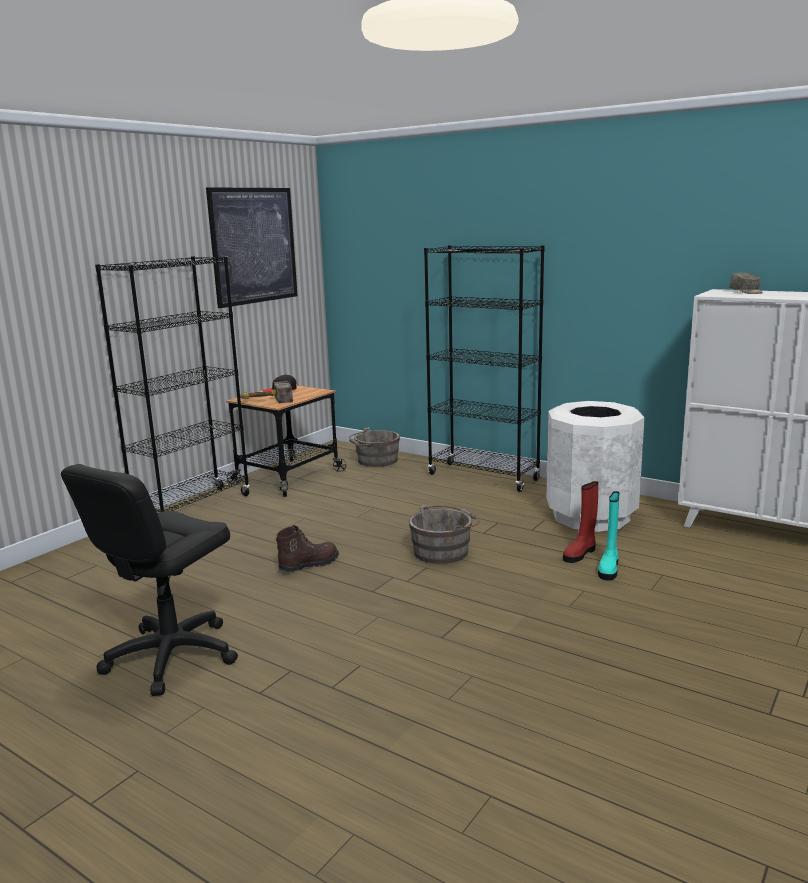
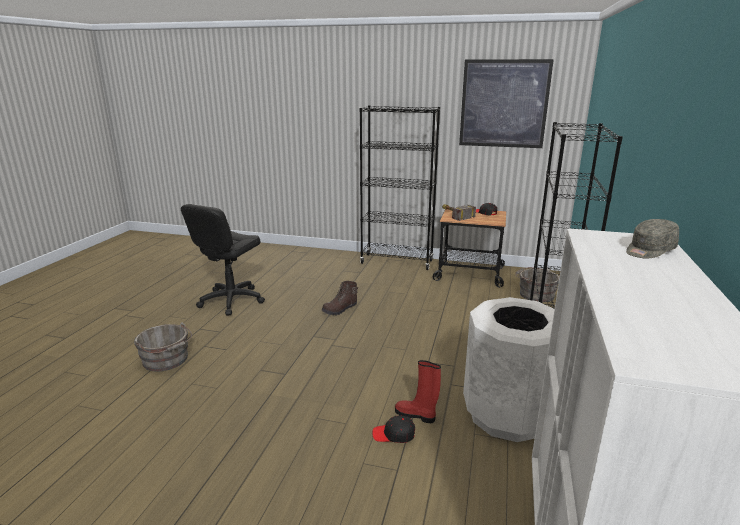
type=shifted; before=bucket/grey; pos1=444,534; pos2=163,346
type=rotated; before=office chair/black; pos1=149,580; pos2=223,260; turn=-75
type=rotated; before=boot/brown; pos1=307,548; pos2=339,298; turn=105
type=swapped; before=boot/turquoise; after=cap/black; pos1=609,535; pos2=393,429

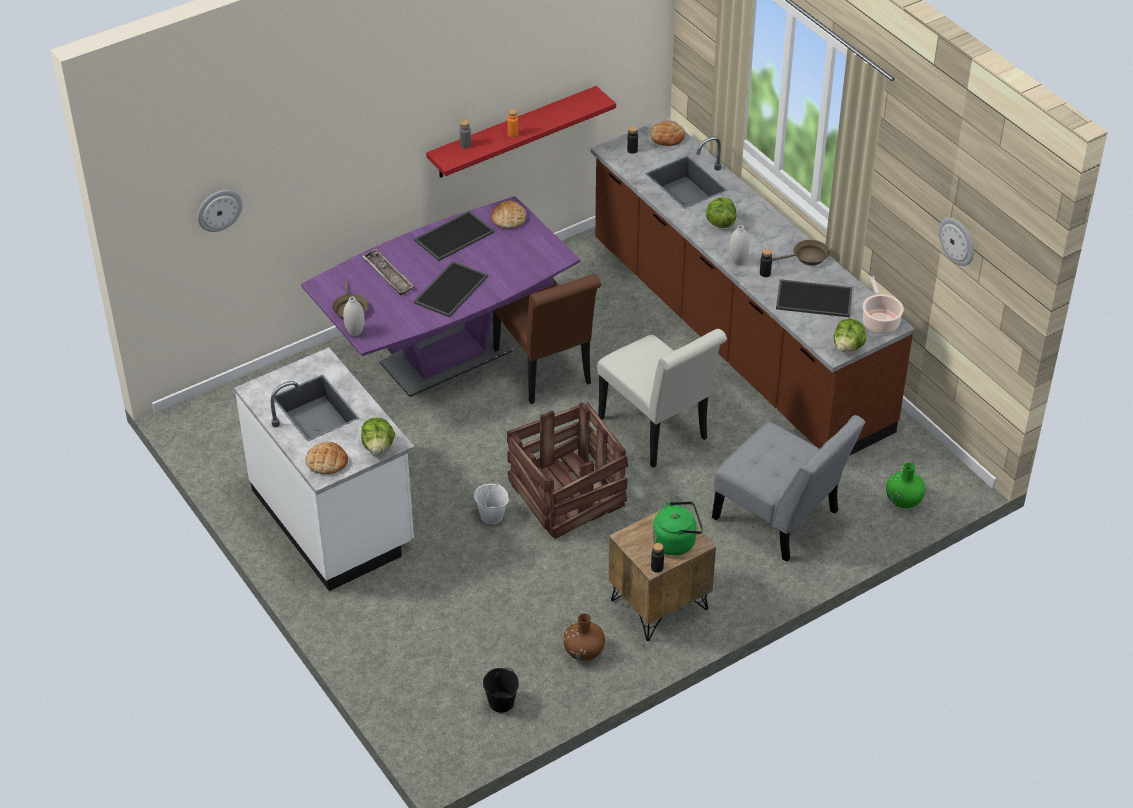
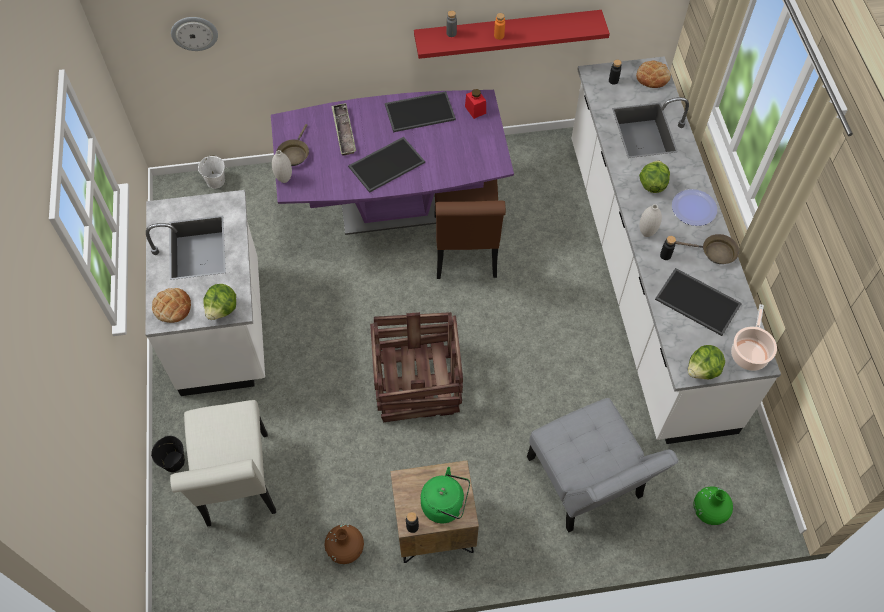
type=shifted; before=bucket/black; pos1=501,690; pos2=168,454
type=shifted; before=chair/white; pos1=662,398; pos2=223,463
type=shifted; before=bucket/white; pos1=491,502; pos2=211,172
type=swapped; before=bread; after=jar/red; pos1=508,215; pos2=475,104
type=repainted; before=counter/brown; after=counter/white; pos1=753,286; pos2=676,250
type=new; after=plate; pos2=694,207
type=gone; before=wall clock; pos1=956,242

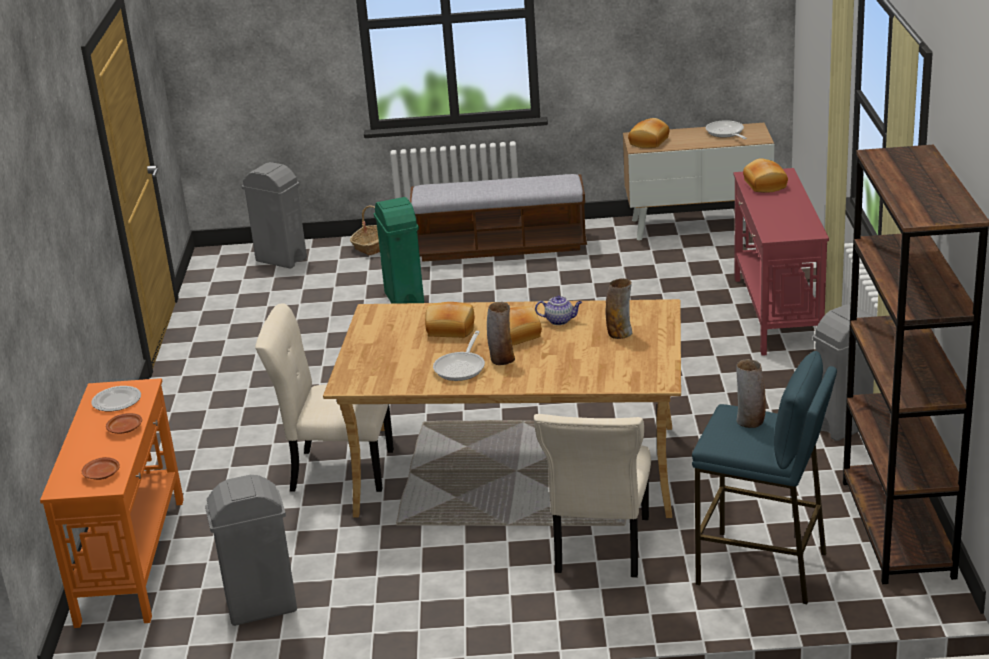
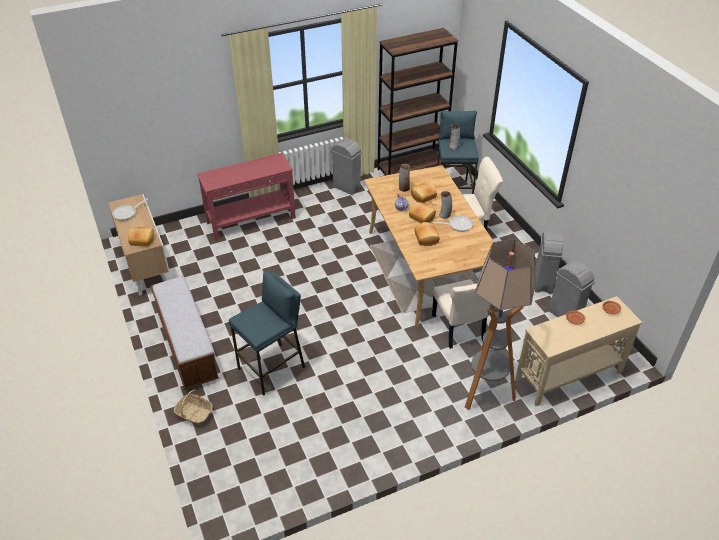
type=swapped; before=trash can/green; after=stool/blue; pos1=399,250; pos2=267,333
type=shifted; before=bread; pos1=765,175; pos2=424,192
type=new; after=floor lamp; pos2=500,324
type=repainted; before=console table/orange; after=console table/beige; pos1=112,503; pos2=579,351
type=shifted; before=trash can/grey; pos1=274,215; pos2=549,263
type=gone; before=plate; pos1=116,398

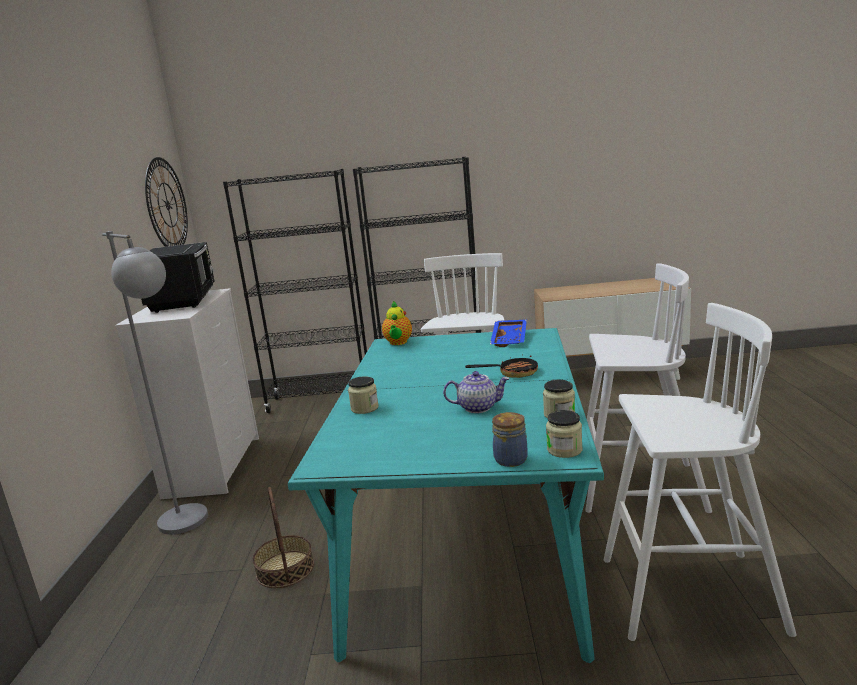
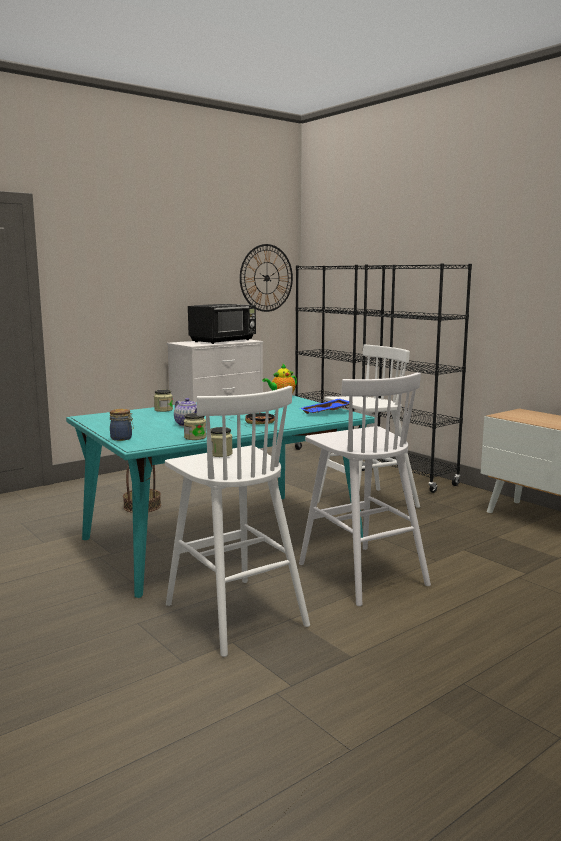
type=shifted; before=jar; pos1=564,434; pos2=222,442
type=gone; before=floor lamp/grey; pos1=155,383

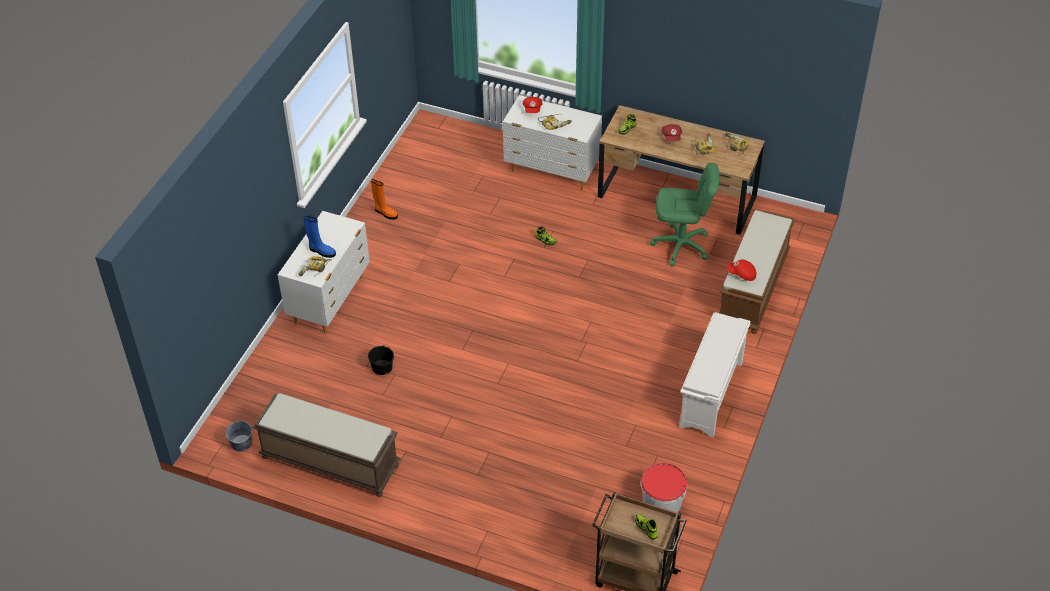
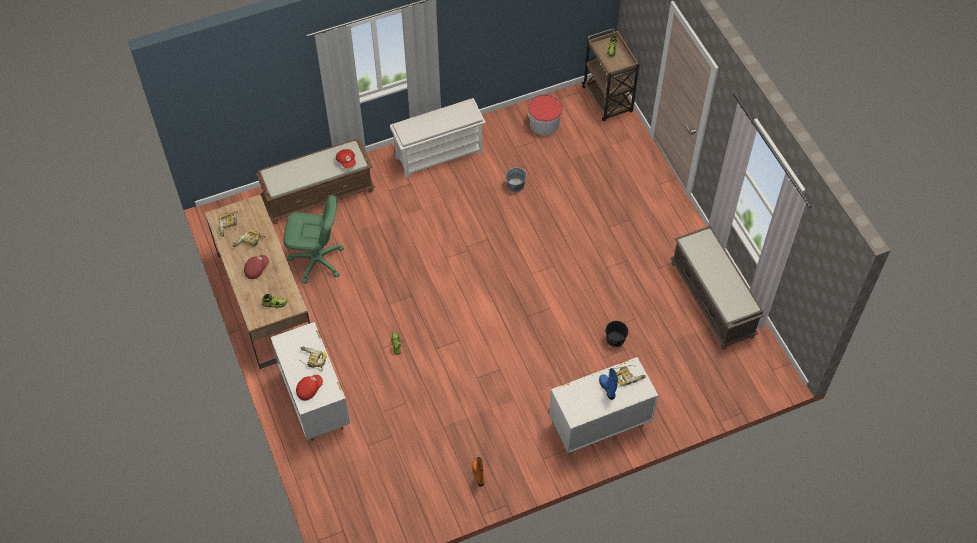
type=rotated; before=office chair/green; pos1=685,214; pos2=313,239; turn=135
type=shifted; before=bucket/grey; pos1=239,436; pos2=516,179

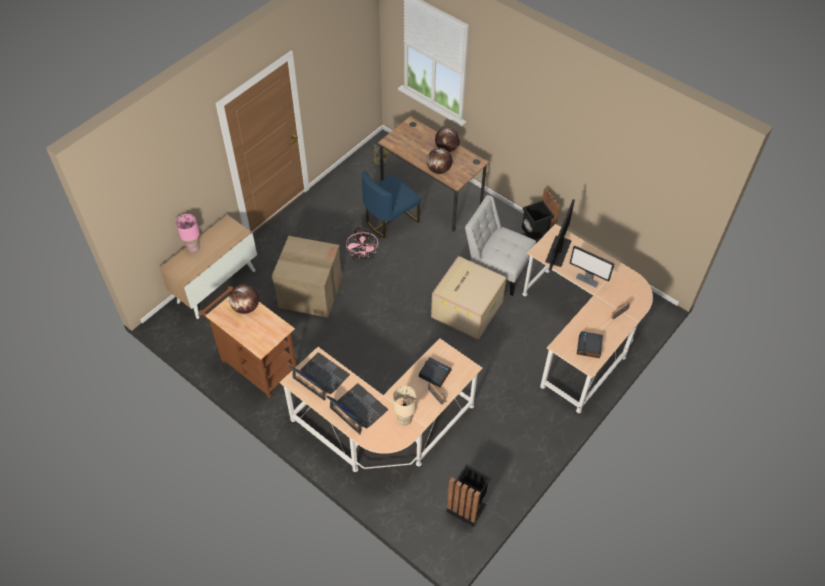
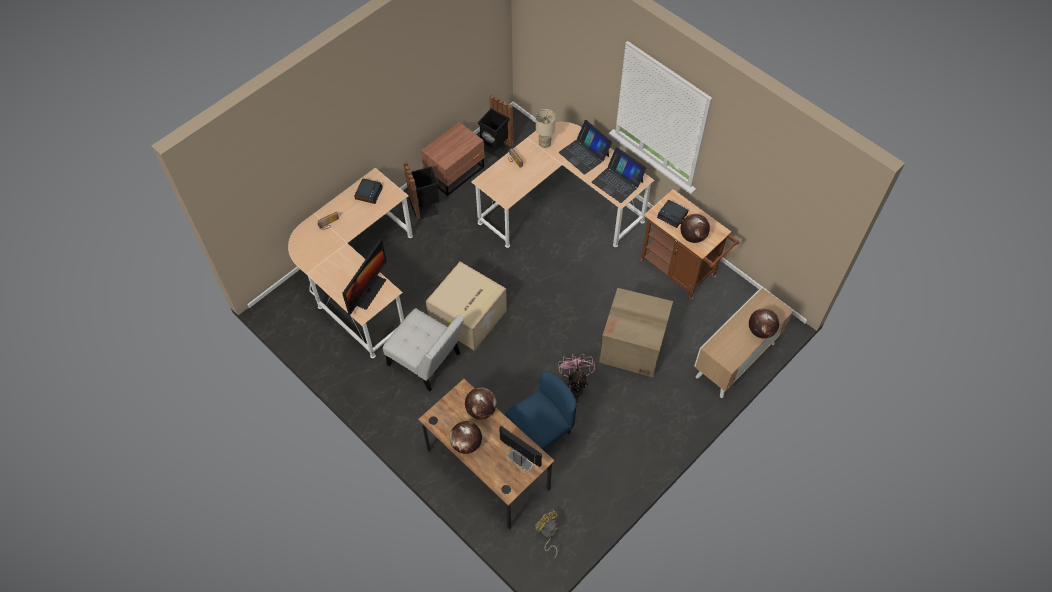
type=shifted; before=trash can/black; pos1=541,215; pos2=421,190
type=new; after=nightstand/brown; pos2=453,159
type=shifted; before=monitor; pos1=591,266; pos2=520,448
type=shifted; before=alarm clock; pos1=435,372; pos2=672,214
type=swapped; before=table lamp/pink; after=globe; pos1=188,233; pos2=764,323

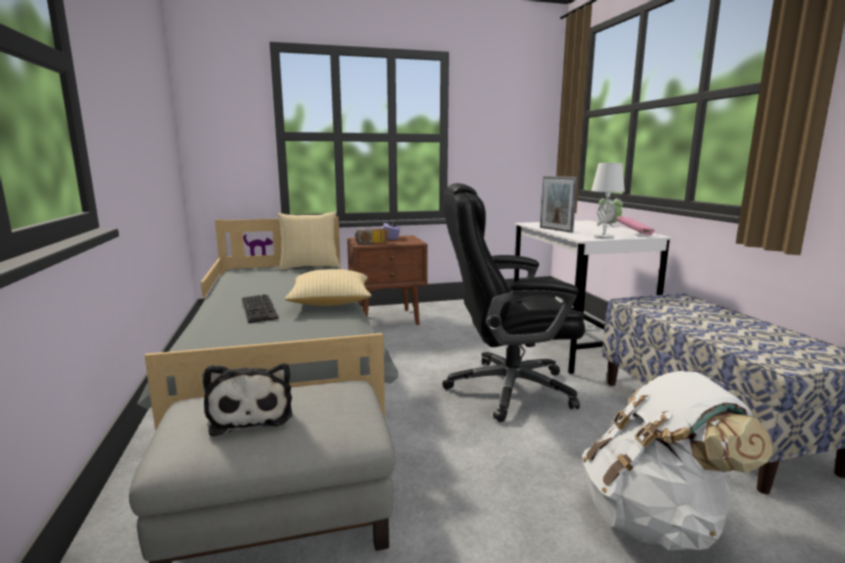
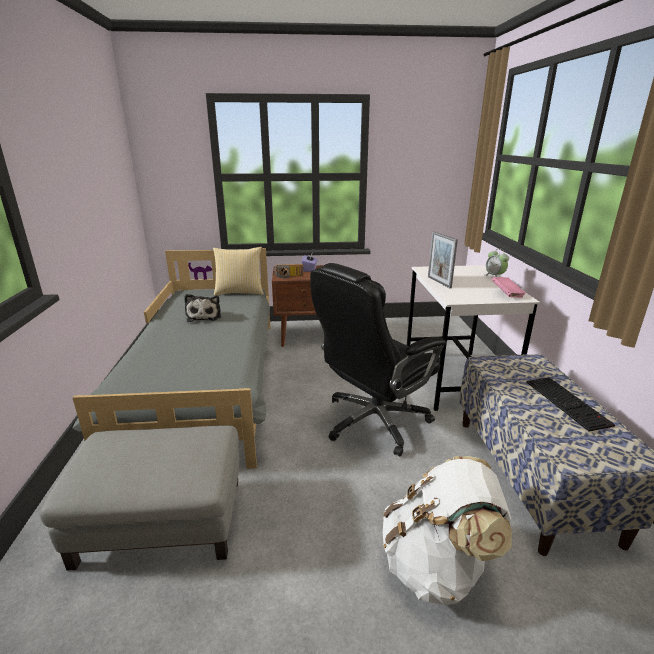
type=shifted; before=plush toy; pos1=248,399; pos2=202,308
type=rotated; before=office chair/black; pos1=513,302; pos2=378,359; turn=-45
type=shifted; before=keyboard; pos1=260,308; pos2=570,404
type=gone; before=pillow; pos1=328,287
type=gone; before=table lamp/white; pos1=608,201

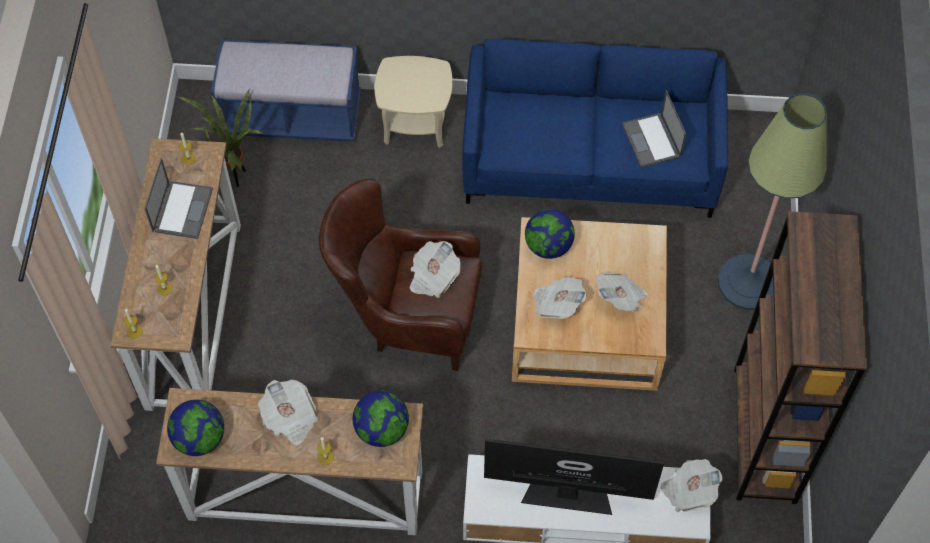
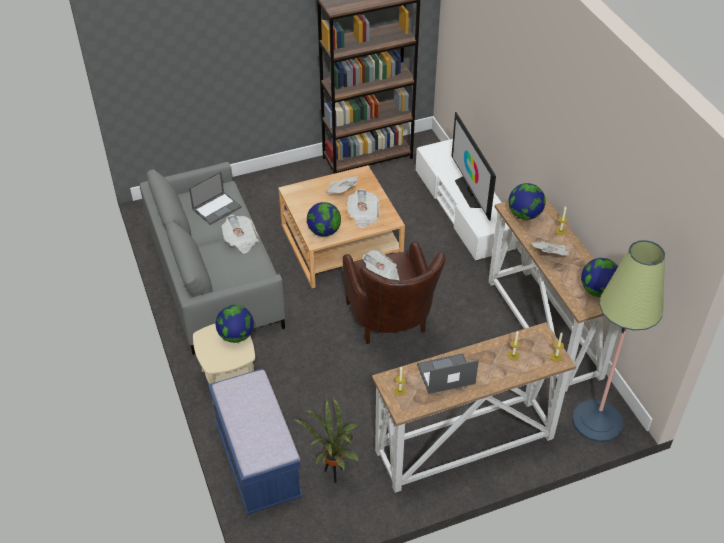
type=repainted; before=sofa/blue; after=sofa/grey; pos1=595,128; pos2=212,258
type=new; after=globe; pos2=235,324
type=shifted; before=newspaper; pos1=692,485; pos2=240,233
type=shifted; before=floor lamp; pos1=772,201; pos2=618,341

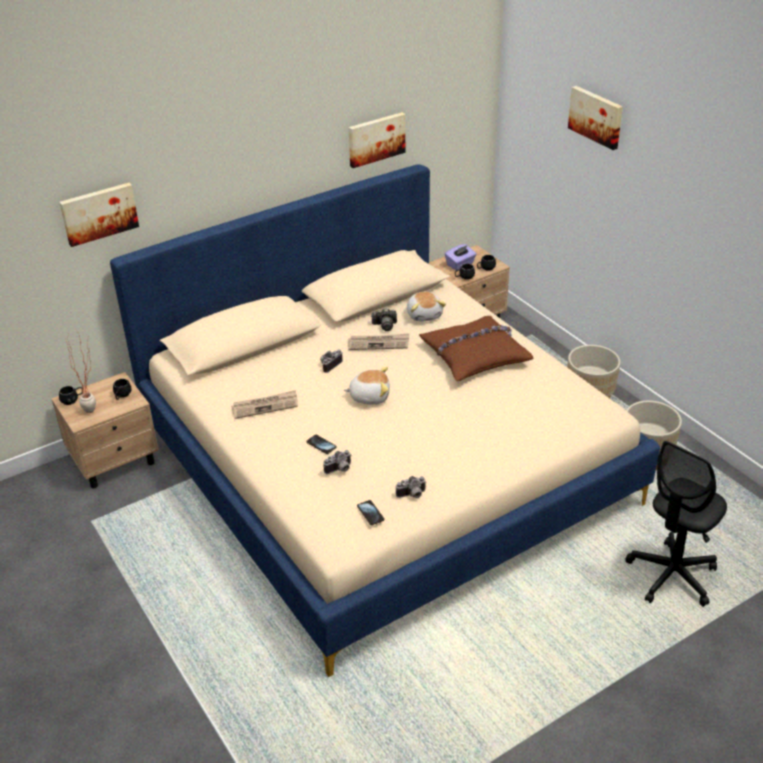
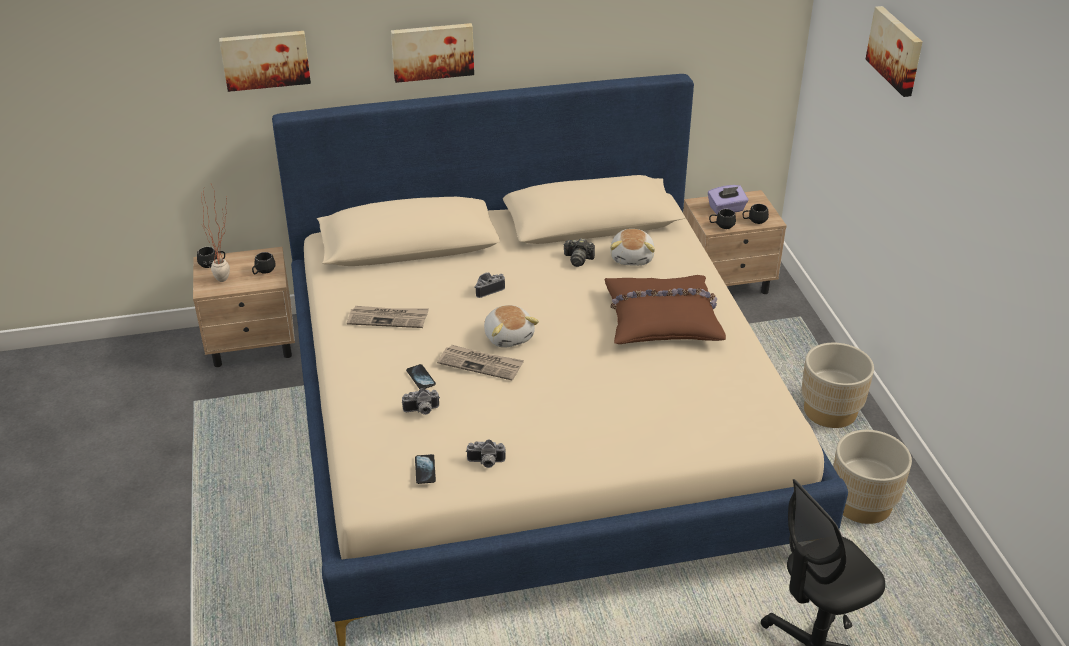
type=shifted; before=picture; pos1=377,140; pos2=432,53
type=shifted; before=newspaper; pos1=378,341; pos2=480,362
type=rotated; before=plush toy; pos1=367,386; pos2=511,326; turn=45

